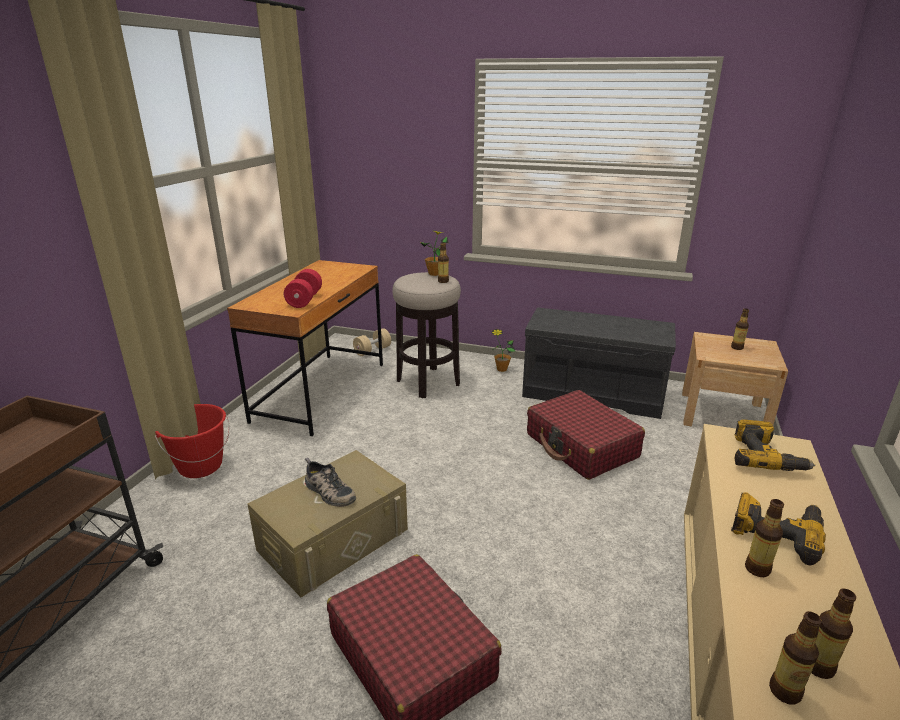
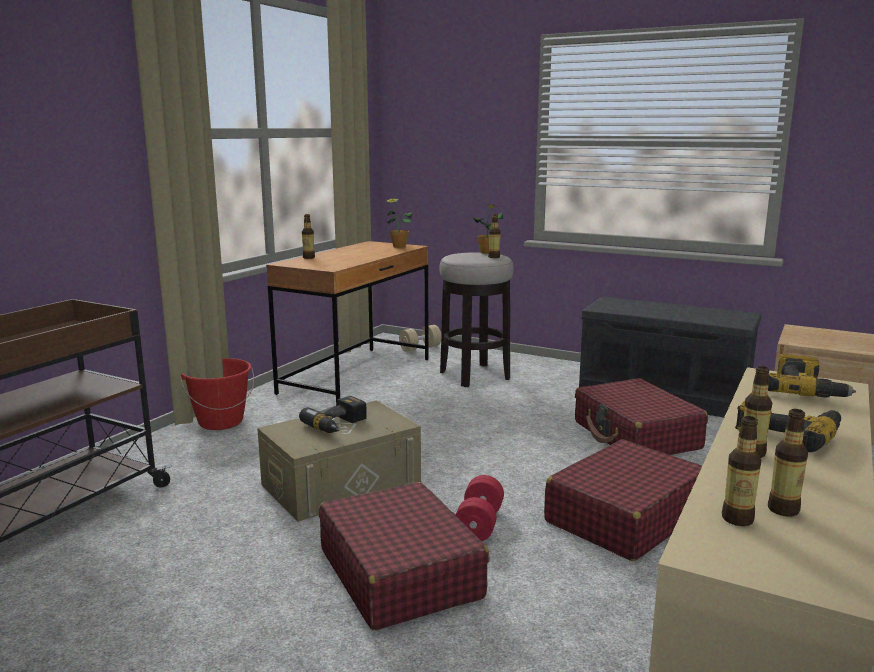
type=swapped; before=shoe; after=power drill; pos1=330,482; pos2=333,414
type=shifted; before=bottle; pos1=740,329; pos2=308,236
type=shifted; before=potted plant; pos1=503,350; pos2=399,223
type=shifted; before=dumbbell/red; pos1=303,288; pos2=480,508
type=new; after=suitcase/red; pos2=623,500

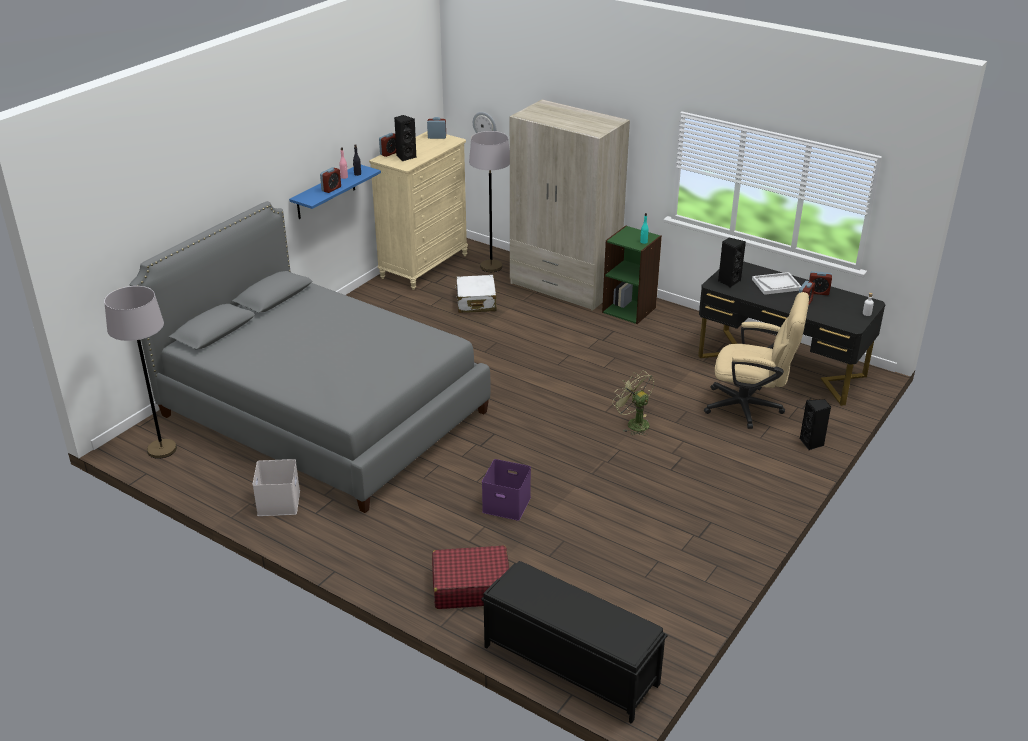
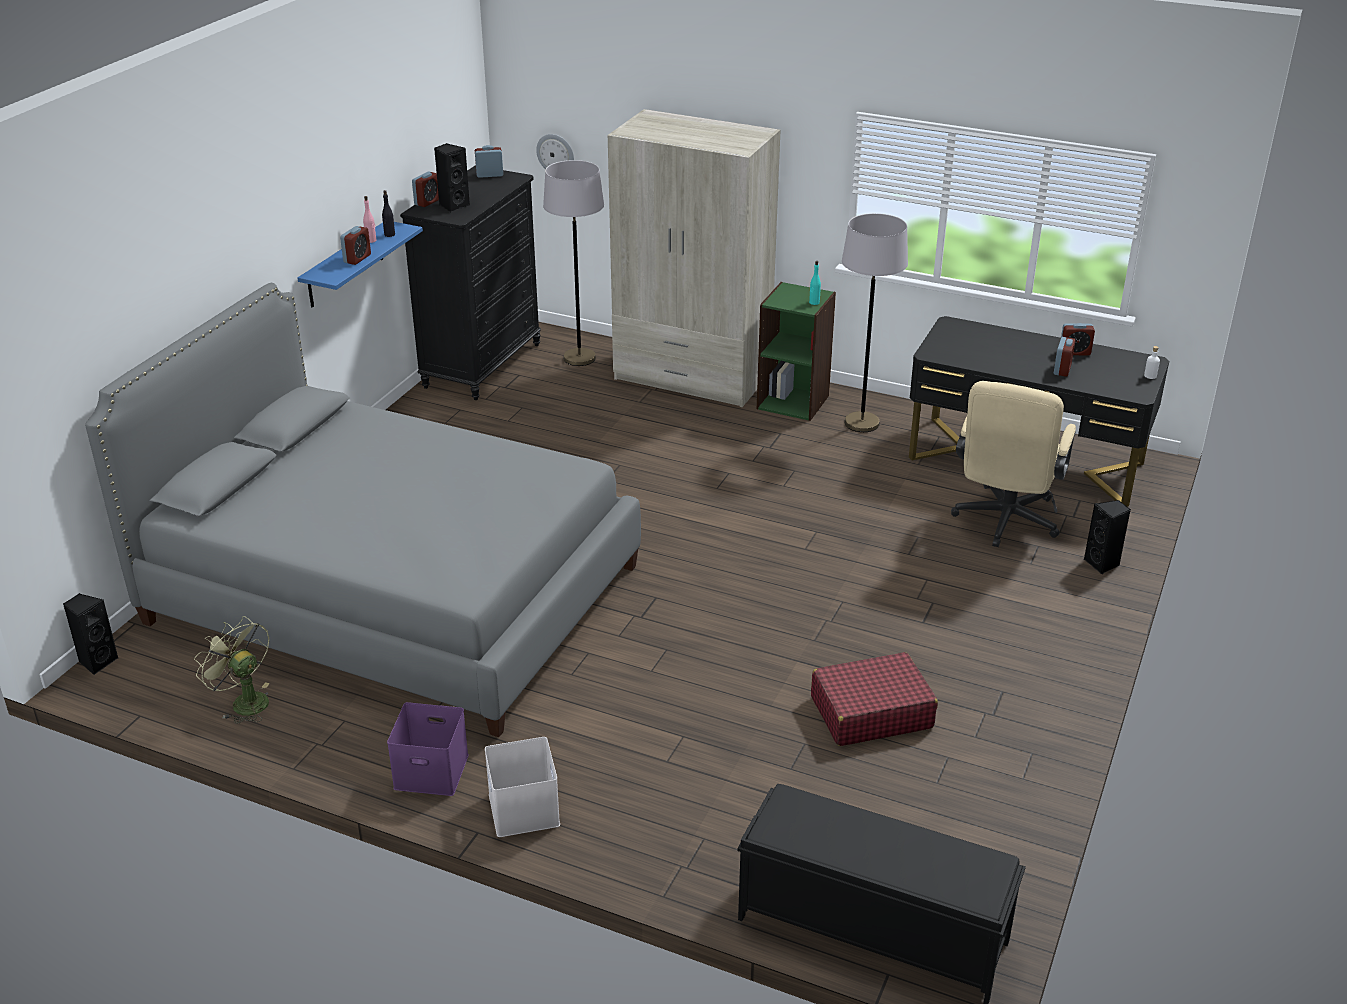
type=shifted; before=speaker/black; pos1=732,262; pos2=91,634
type=shifted; before=fan/green; pos1=633,403; pos2=232,670
type=shifted; before=storage box/purple; pos1=506,490; pos2=428,749
type=repainted; before=dresser/beige; after=dresser/black; pos1=418,210; pos2=470,282
type=shifted; before=storage box/white; pos1=276,487; pos2=522,787
type=shifted; before=suitcase/red; pos1=470,577; pos2=874,699
type=shifted; before=floor lamp/grey; pos1=140,372; pos2=875,322
type=rotated; before=office chair/beige; pos1=756,360; pos2=1013,464; turn=105
type=gone; before=suitcase/white; pos1=475,294
type=gone; before=tray/white; pos1=776,283

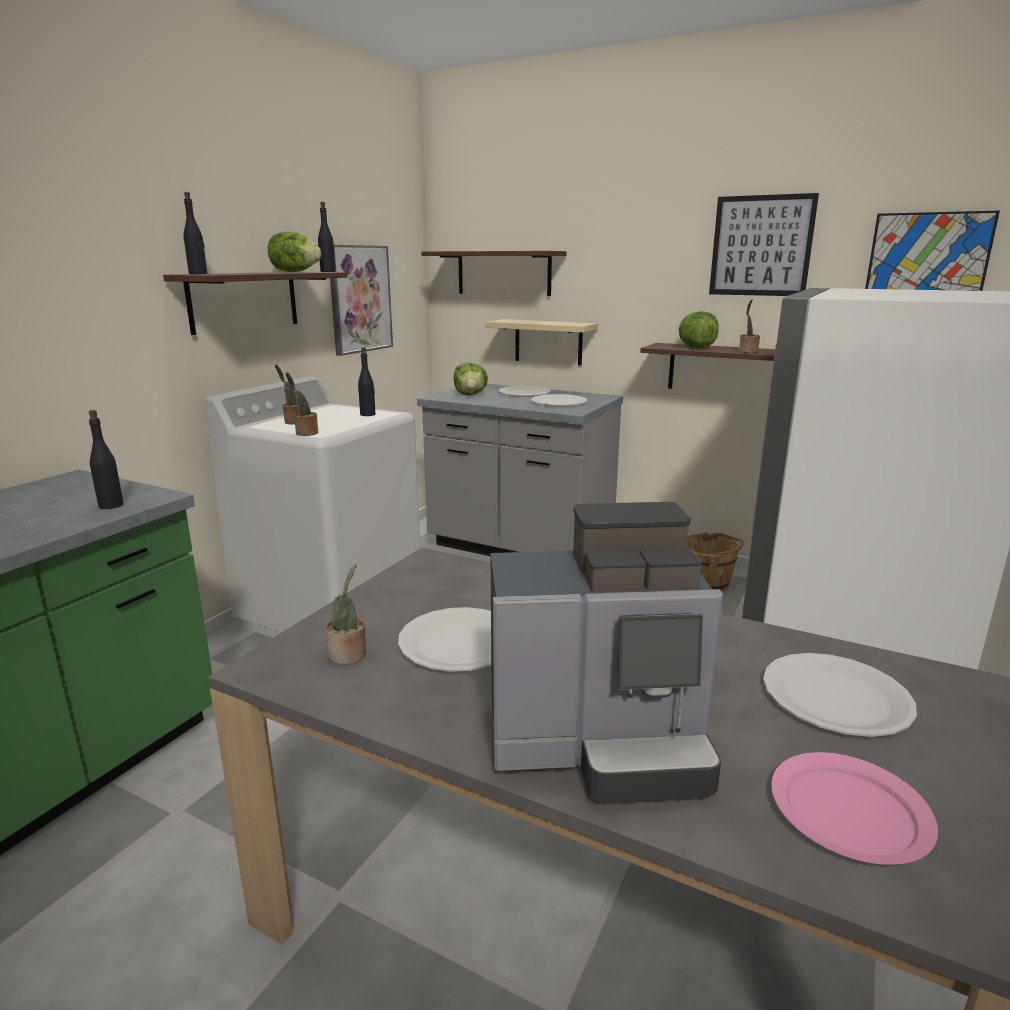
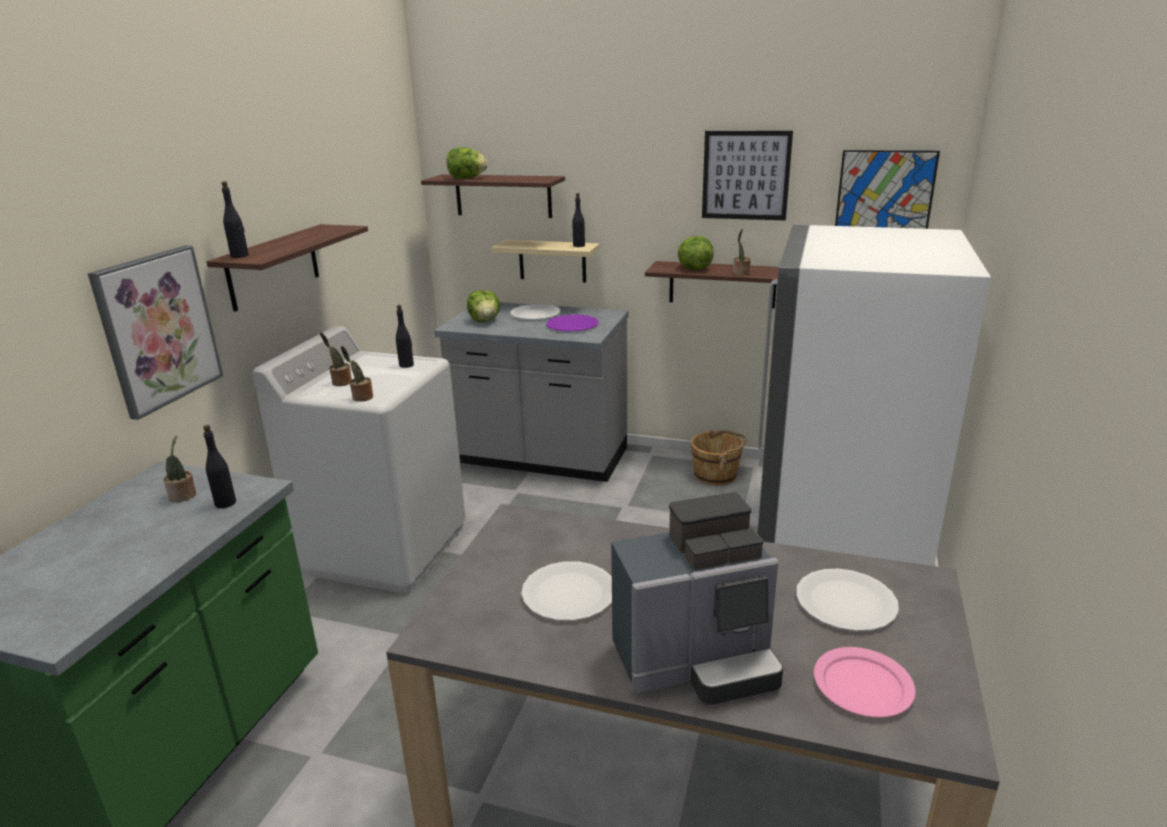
type=shifted; before=picture; pos1=361,300; pos2=155,332
type=shifted; before=potted plant; pos1=346,614; pos2=180,468
type=shifted; before=lettuce; pos1=294,251; pos2=467,163
type=repainted; before=plate/white; after=plate/purple; pos1=559,400; pos2=572,322
type=shifted; before=bottle/black; pos1=327,237; pos2=578,220

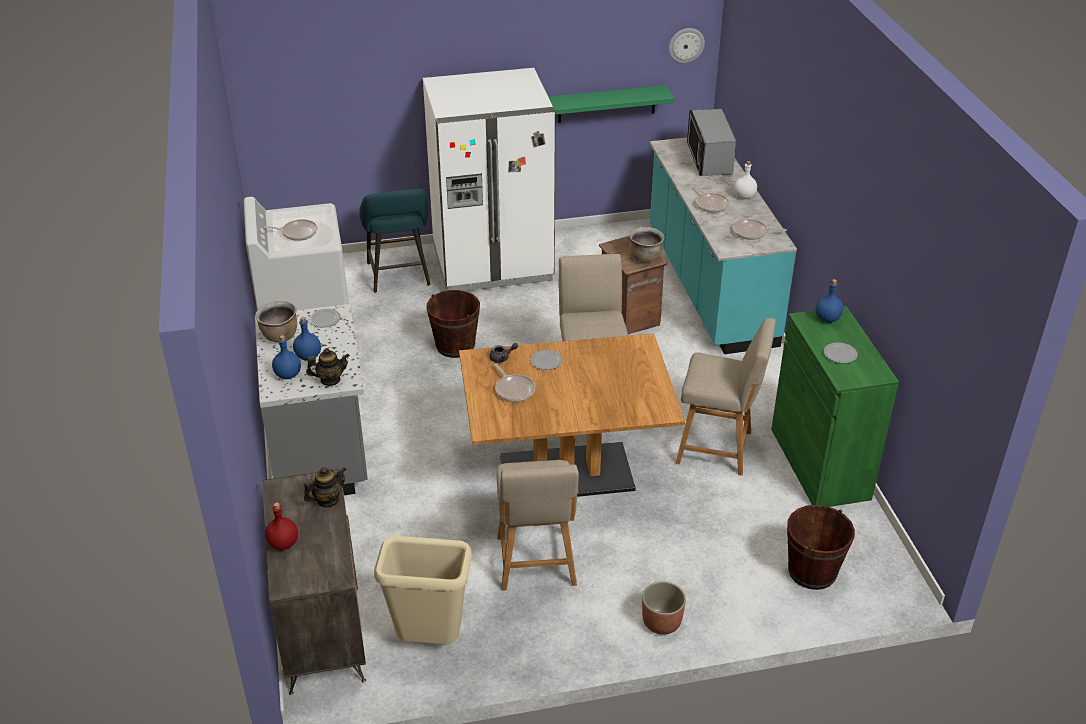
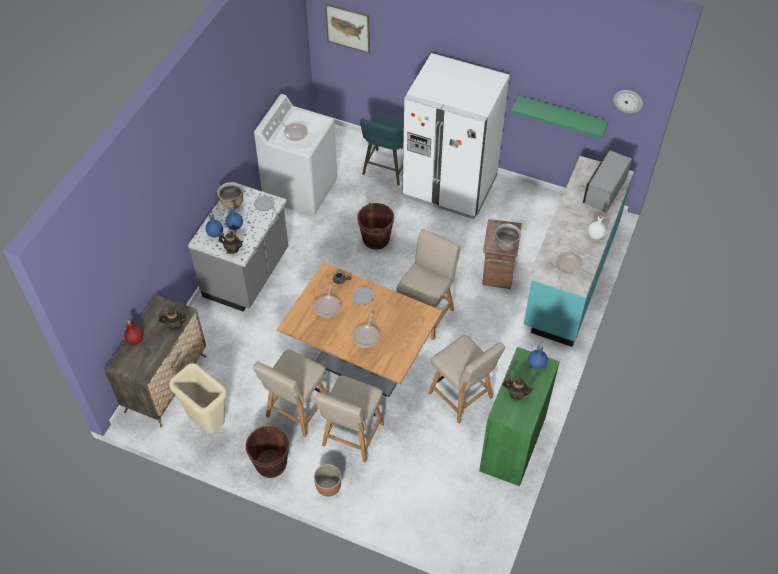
type=shifted; before=bucket/brown; pos1=821,547; pos2=267,452
type=new; after=chair/beige; pos2=349,419
type=new; after=picture; pos2=347,28
type=shifted; before=frying pan; pos1=711,199; pos2=366,330
type=swapped; before=plate; after=teapot; pos1=841,353; pos2=517,388

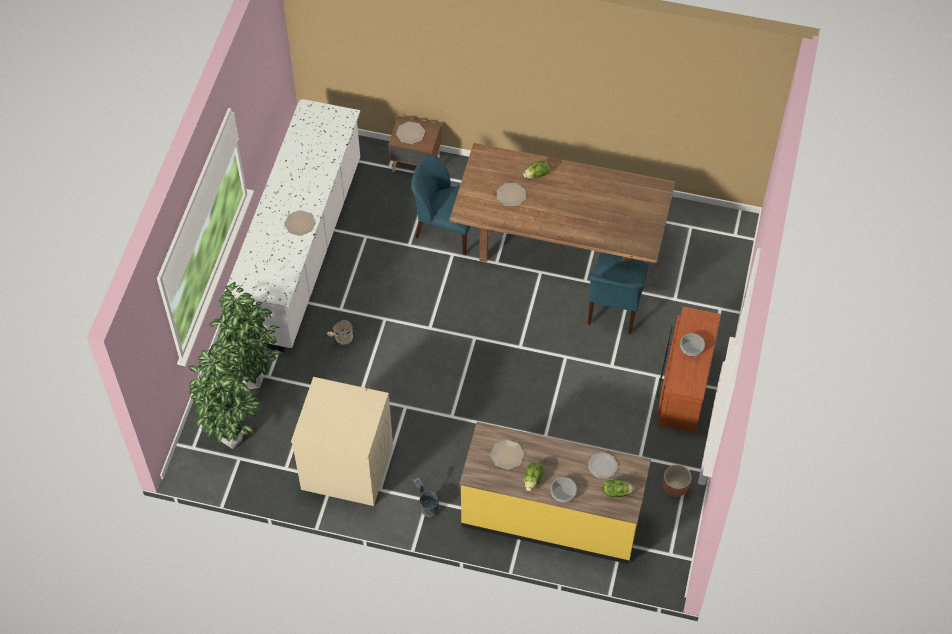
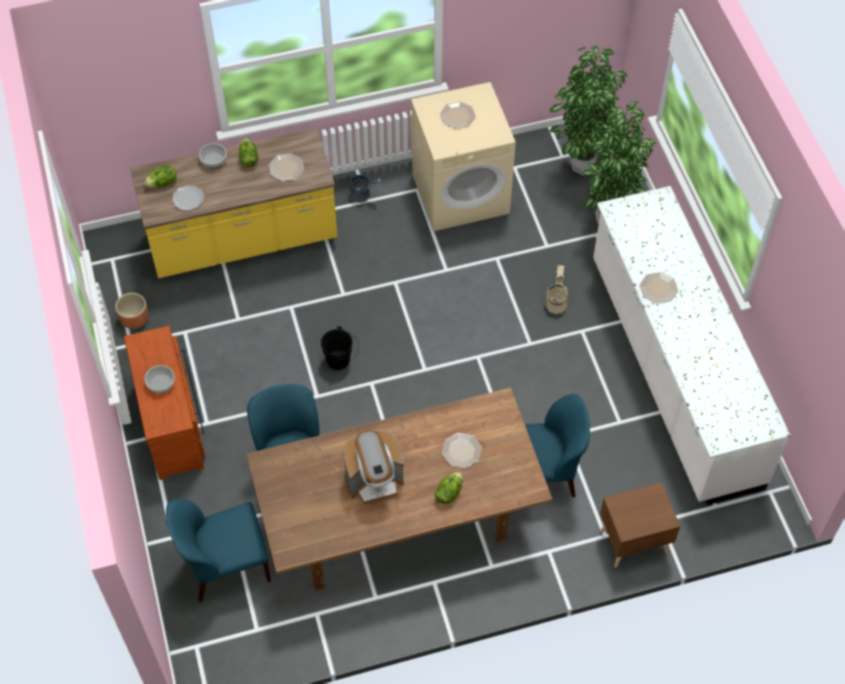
type=new; after=chair/blue; pos2=218,550
type=new; after=bucket/black; pos2=340,348
type=new; after=coffee machine; pos2=373,467
type=shifted; before=plate; pos1=410,132; pos2=458,115

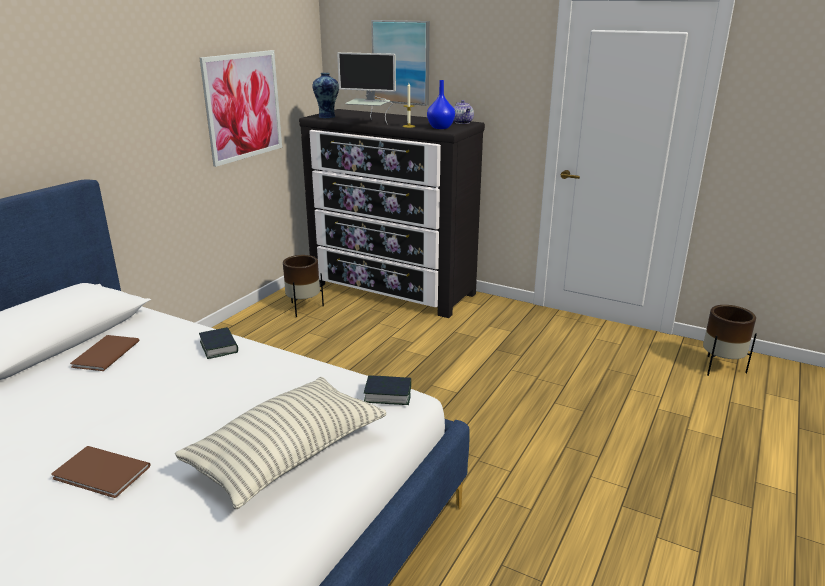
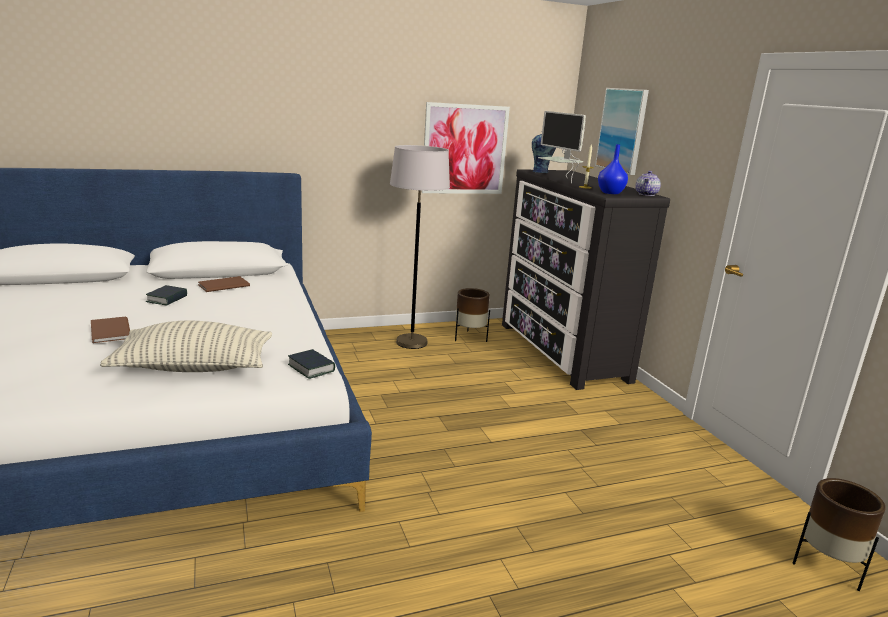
type=shifted; before=book; pos1=218,343; pos2=166,295
type=new; after=floor lamp/grey; pos2=420,247

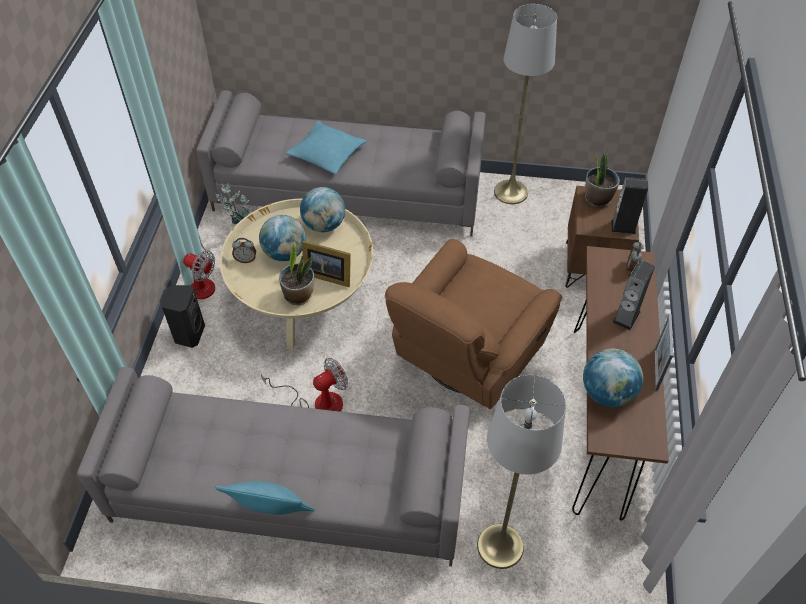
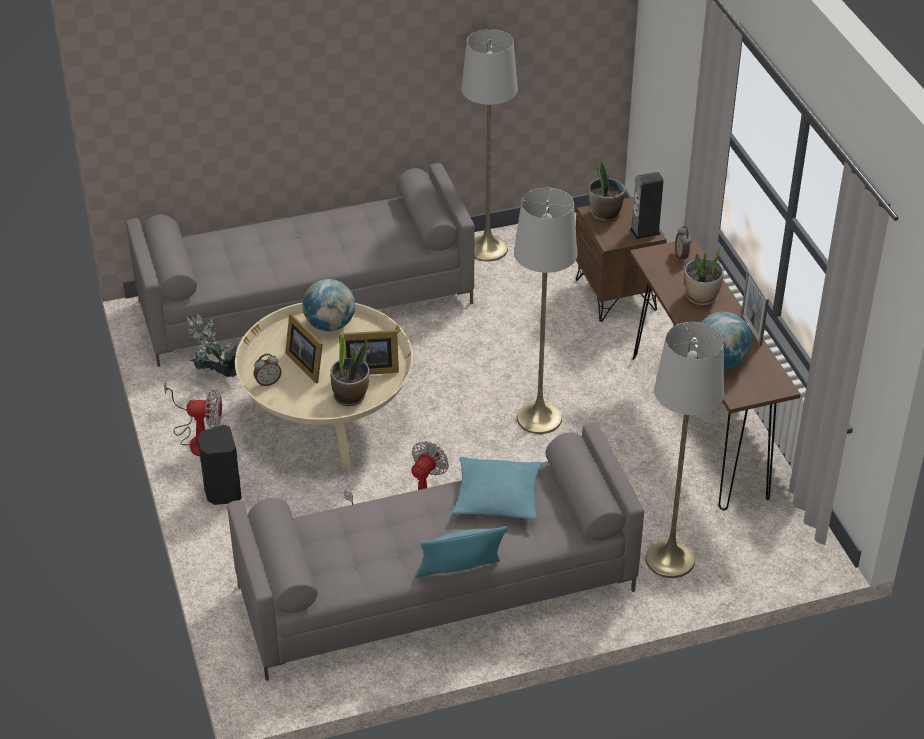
type=swapped; before=globe; after=picture frame; pos1=282,238; pos2=304,349
type=shifted; before=pillow/turquoise; pos1=326,147; pos2=497,488
type=swapped; before=armchair/brown; after=floor lamp/grey; pos1=473,324; pos2=545,311
type=swapped; before=speaker; after=potted plant; pos1=633,295; pos2=704,275

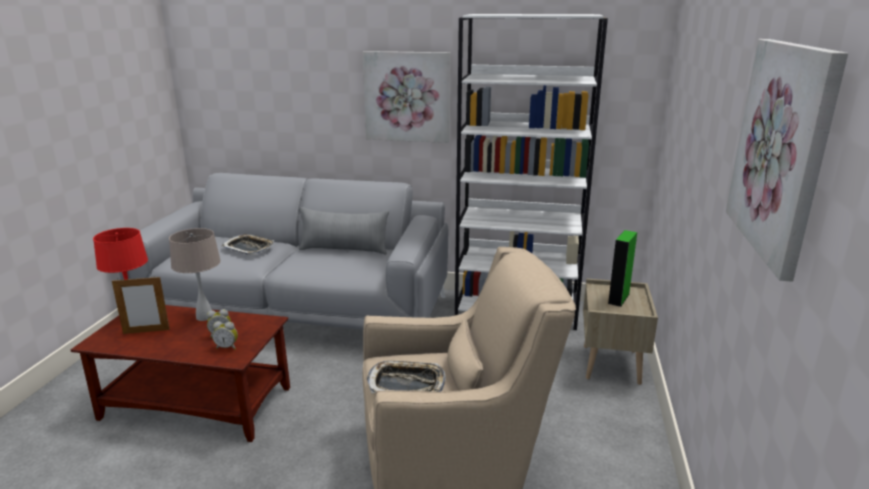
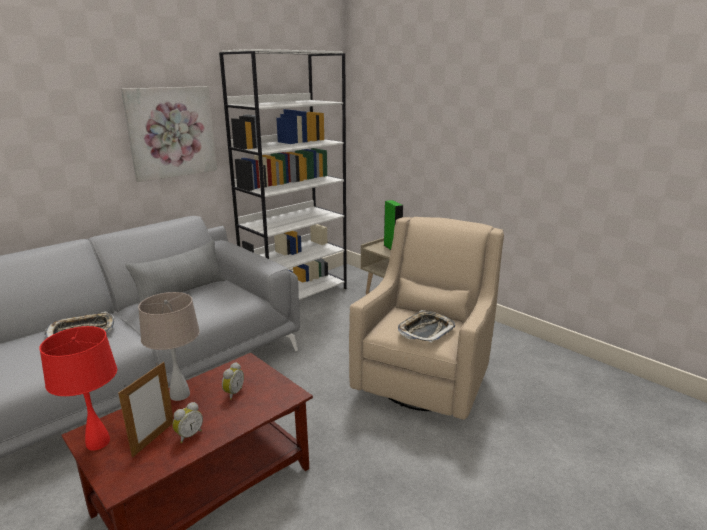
type=shifted; before=alarm clock; pos1=225,335; pos2=187,422
type=gone; before=picture; pos1=787,160

